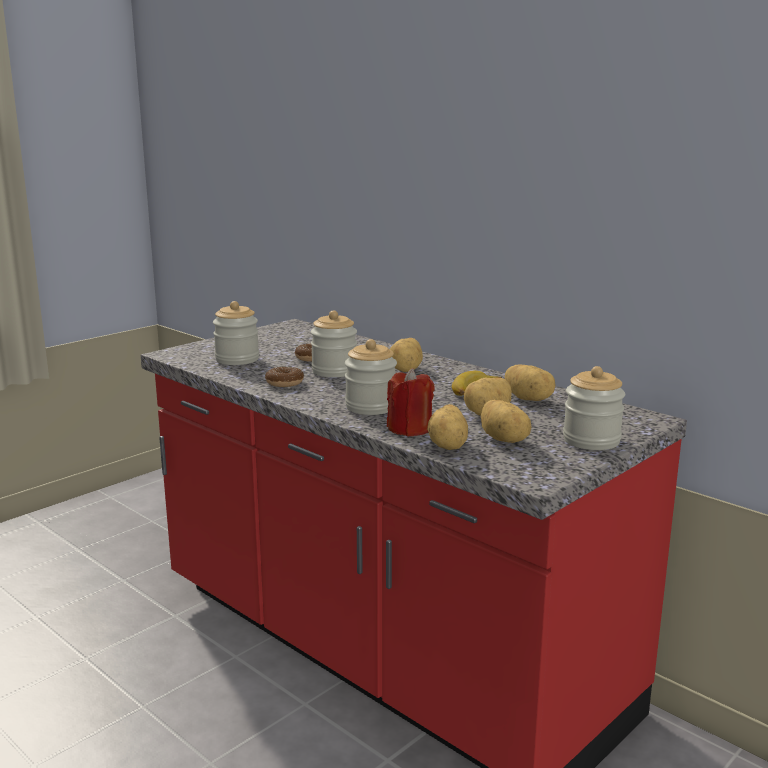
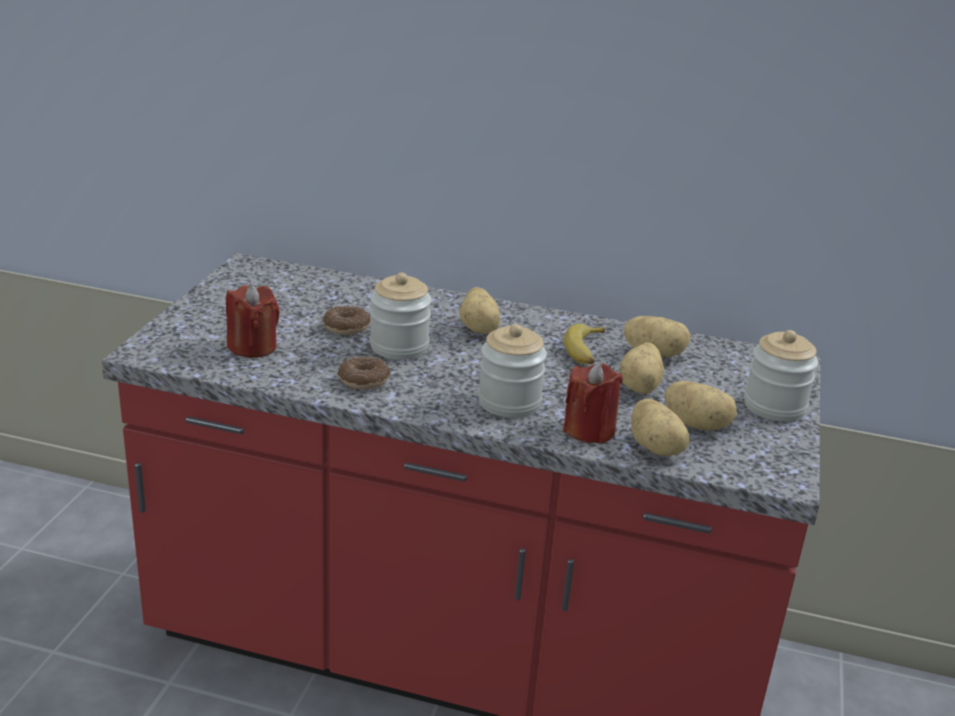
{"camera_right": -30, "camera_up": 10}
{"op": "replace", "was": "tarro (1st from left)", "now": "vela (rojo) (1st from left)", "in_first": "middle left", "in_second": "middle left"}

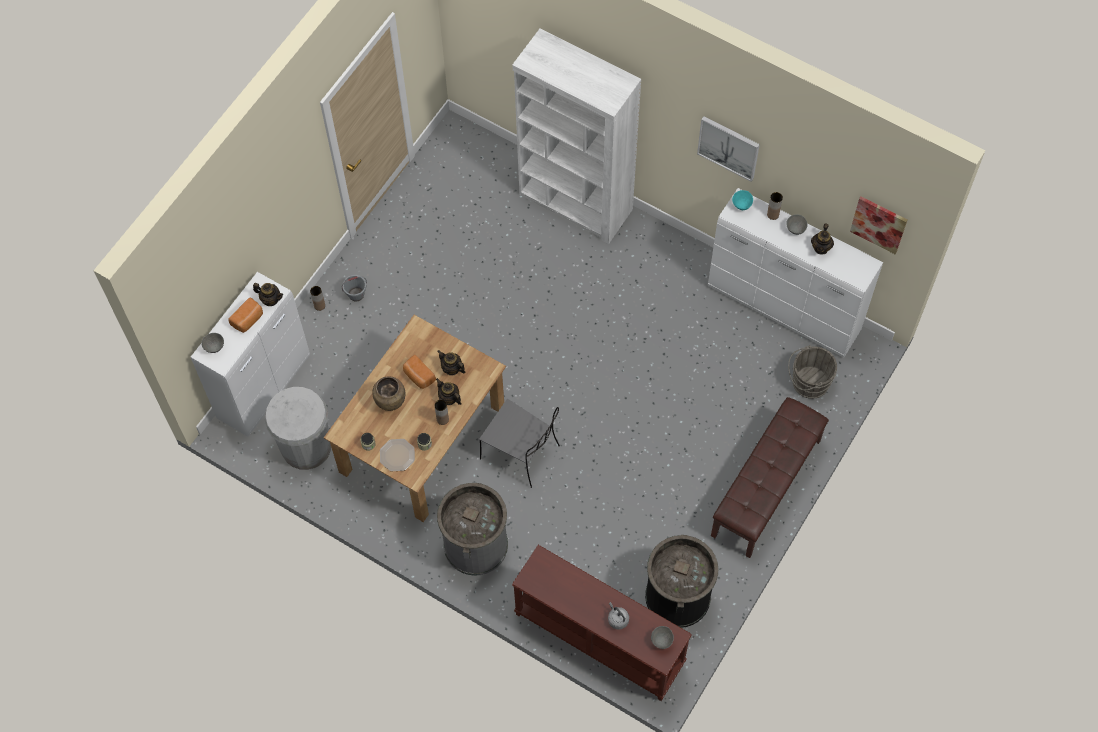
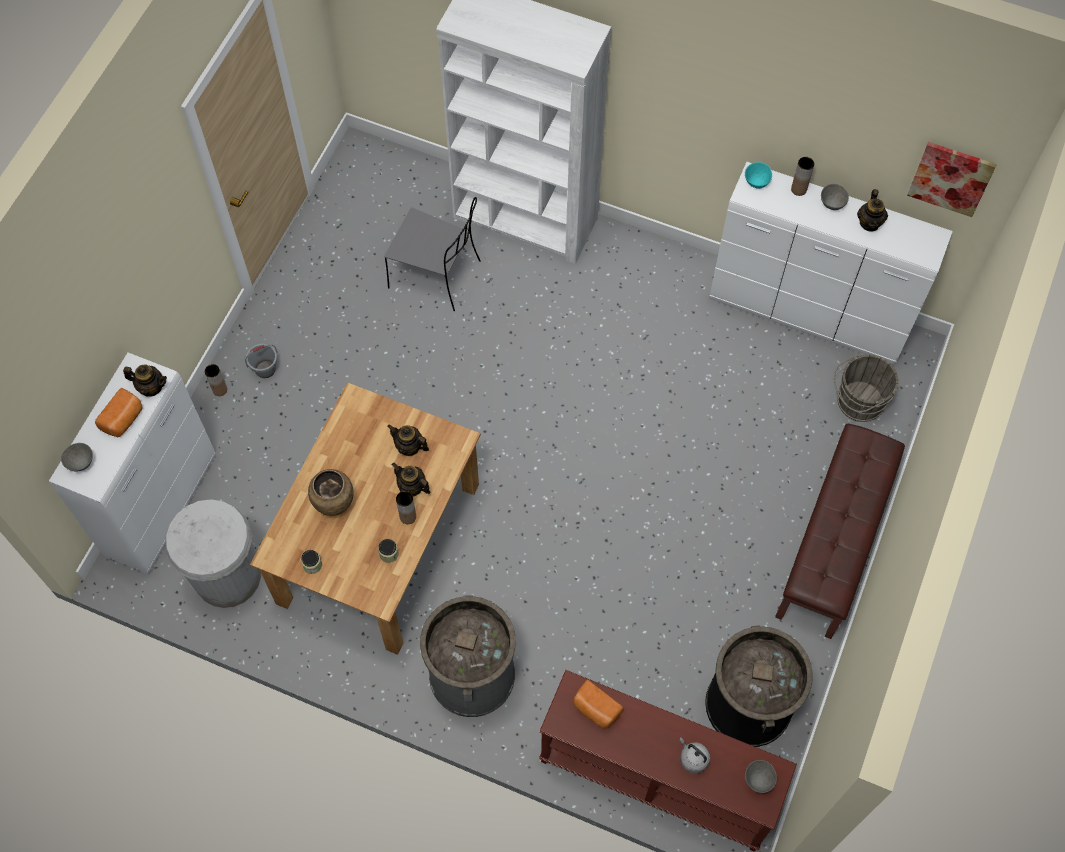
{"camera_right": -10, "camera_up": 0}
{"op": "delete", "was": "cuadro (1st from left)", "in_first": "top centre"}
{"op": "move", "was": "pan (2nd from left)", "in_first": "centre", "in_second": "bottom centre"}
{"op": "move", "was": "silla (gris)", "in_first": "centre", "in_second": "top centre"}
{"op": "delete", "was": "plato", "in_first": "centre"}

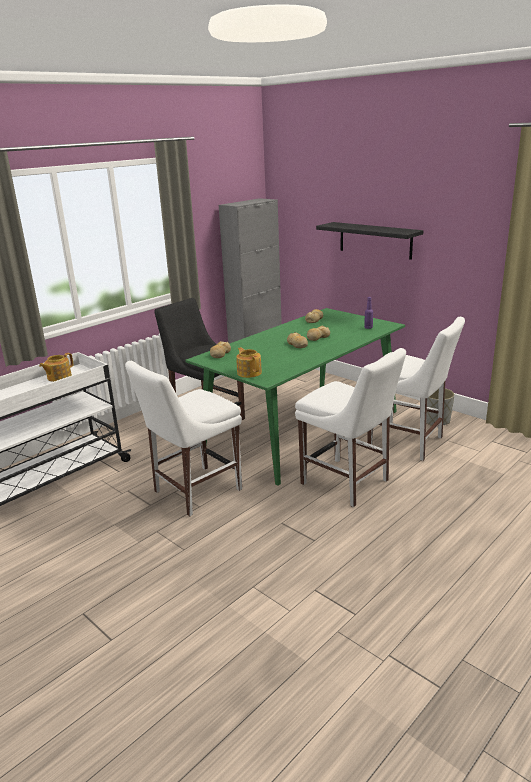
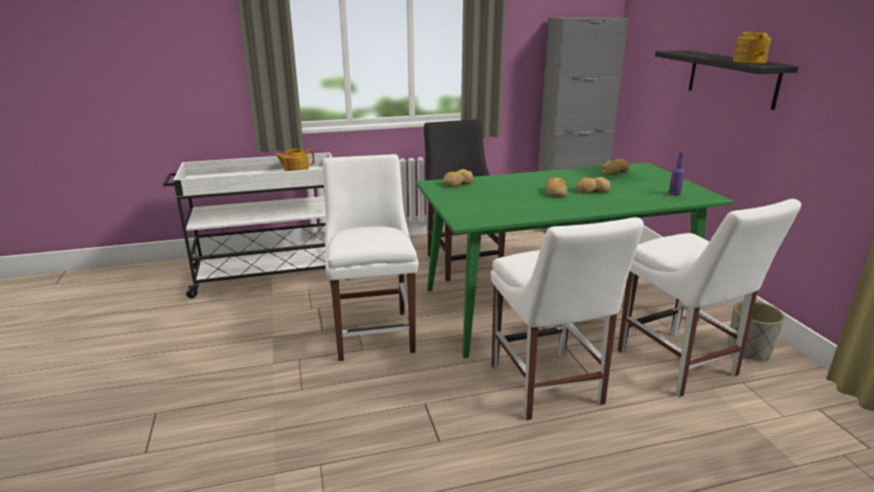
{"camera_right": 30, "camera_up": 0}
{"op": "move", "was": "tetera (2nd from left)", "in_first": "centre", "in_second": "top right"}
{"op": "rotate", "was": "silla (blanco) (1st from left)", "in_first": "centre", "in_second": "centre", "clockwise": 90}

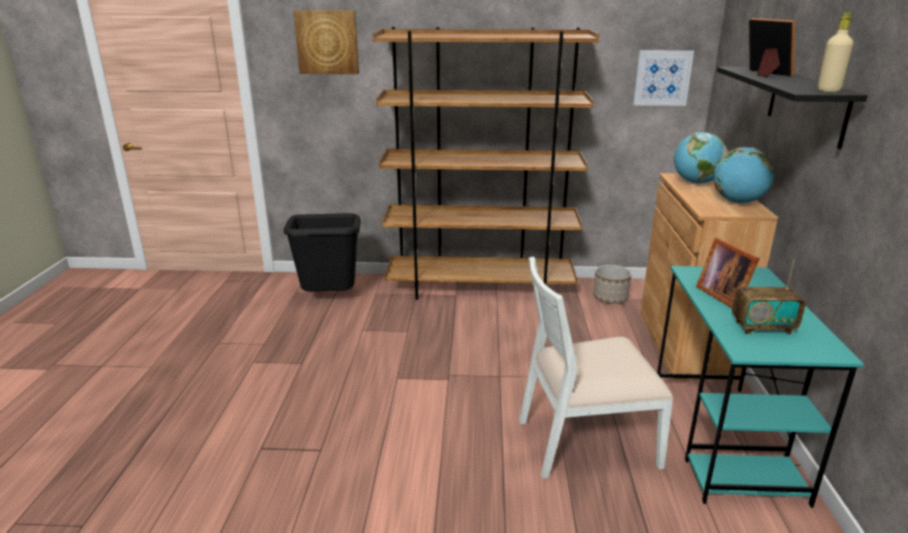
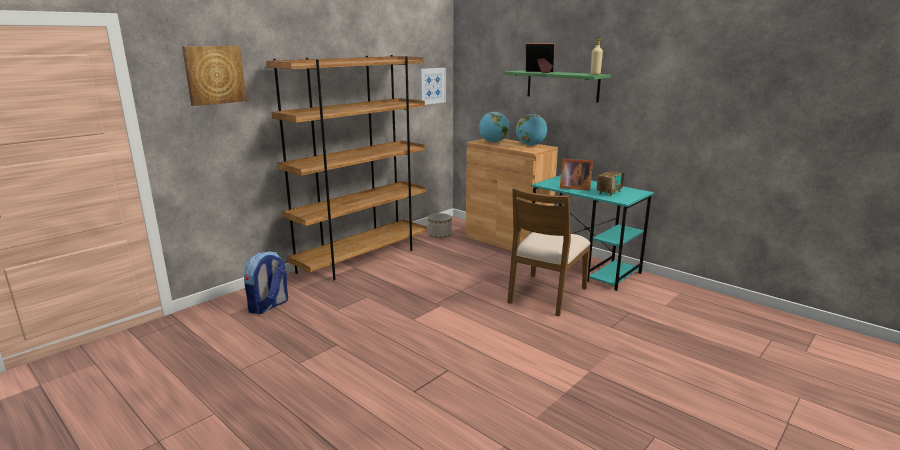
{"camera_right": -50, "camera_up": -5}
{"op": "recolor", "was": "estante (negro)", "now": "estante (verde)", "in_first": "top right", "in_second": "top centre"}
{"op": "replace", "was": "papelera (negro)", "now": "mochila", "in_first": "centre", "in_second": "middle left"}
{"op": "recolor", "was": "silla (blanco)", "now": "silla (marrón)", "in_first": "bottom centre", "in_second": "centre"}

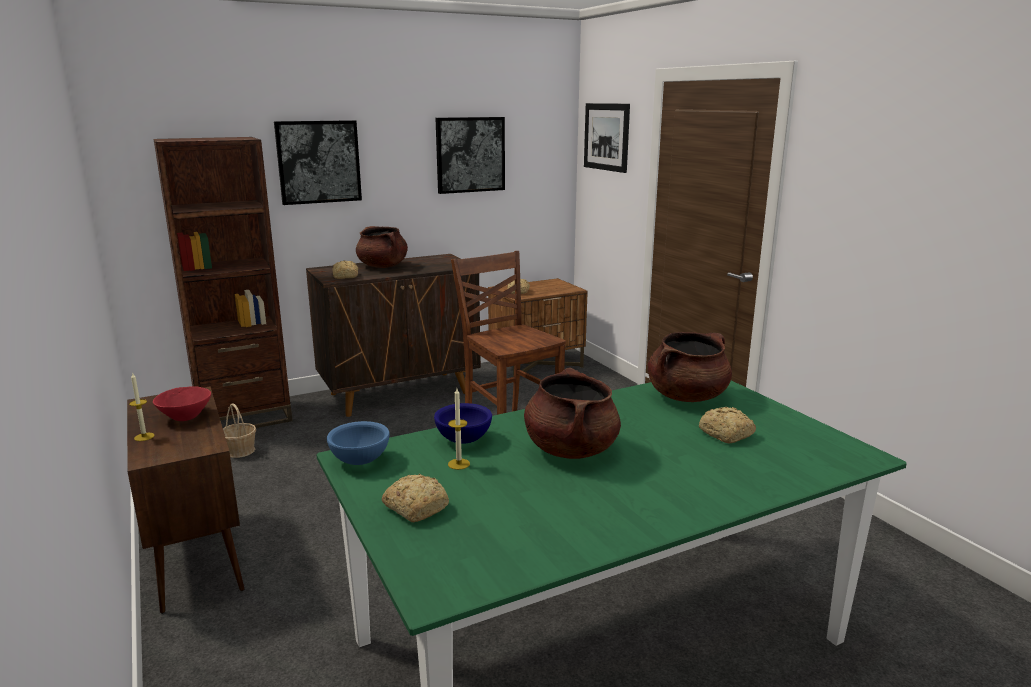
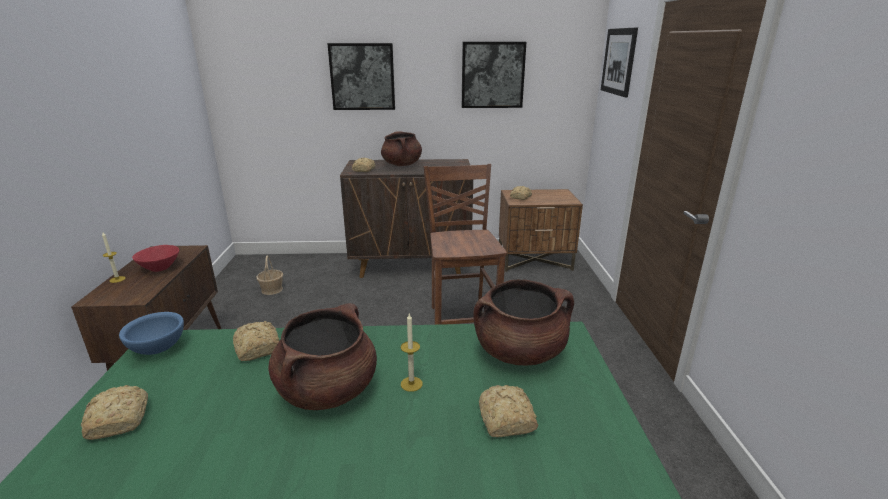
{"camera_right": 25, "camera_up": 5}
{"op": "delete", "was": "estantería (marrón)", "in_first": "middle left"}
{"op": "move", "was": "vela (2nd from left)", "in_first": "centre", "in_second": "bottom centre"}
{"op": "replace", "was": "cuenco (azul) (2nd from left)", "now": "pan (2nd from left)", "in_first": "centre", "in_second": "bottom left"}

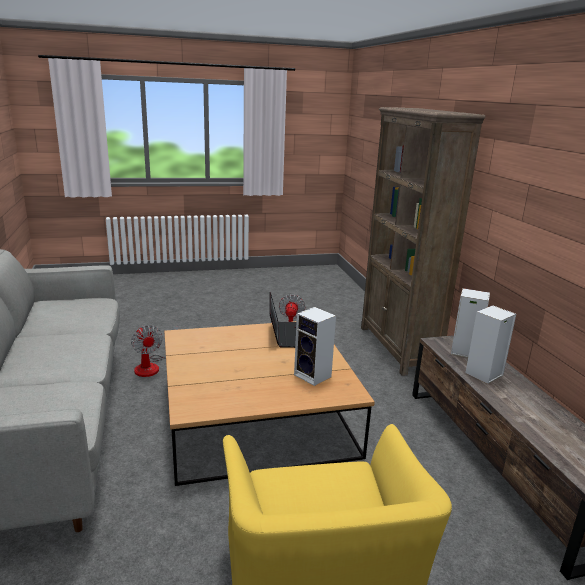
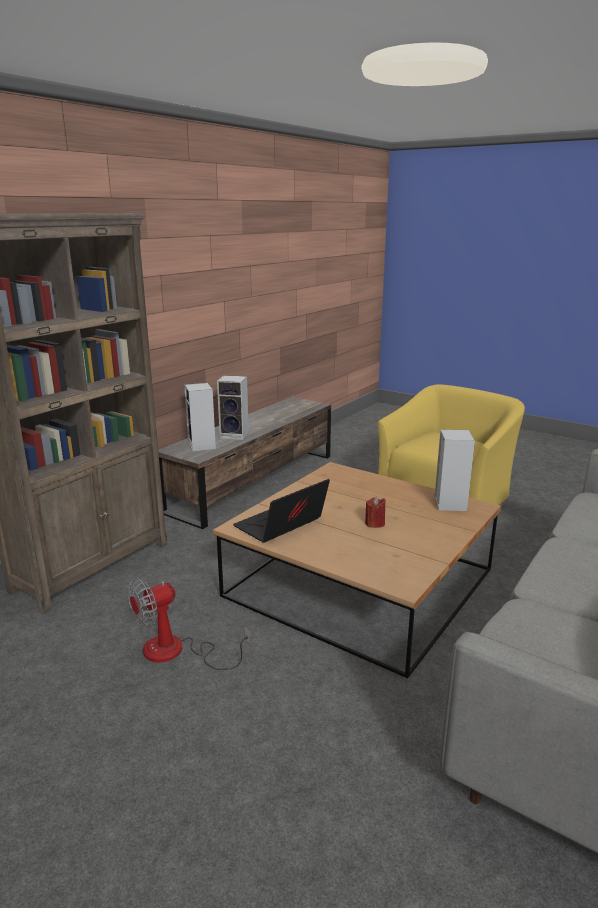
{"camera_right": -130, "camera_up": 0}
{"op": "move", "was": "altavoz (1st from left in the first image)", "now": "altavoz (3rd from left)", "in_first": "centre", "in_second": "middle right"}
{"op": "delete", "was": "ventilador (1st from left)", "in_first": "middle left"}
{"op": "insert", "now": "vela (rojo)", "in_second": "centre"}

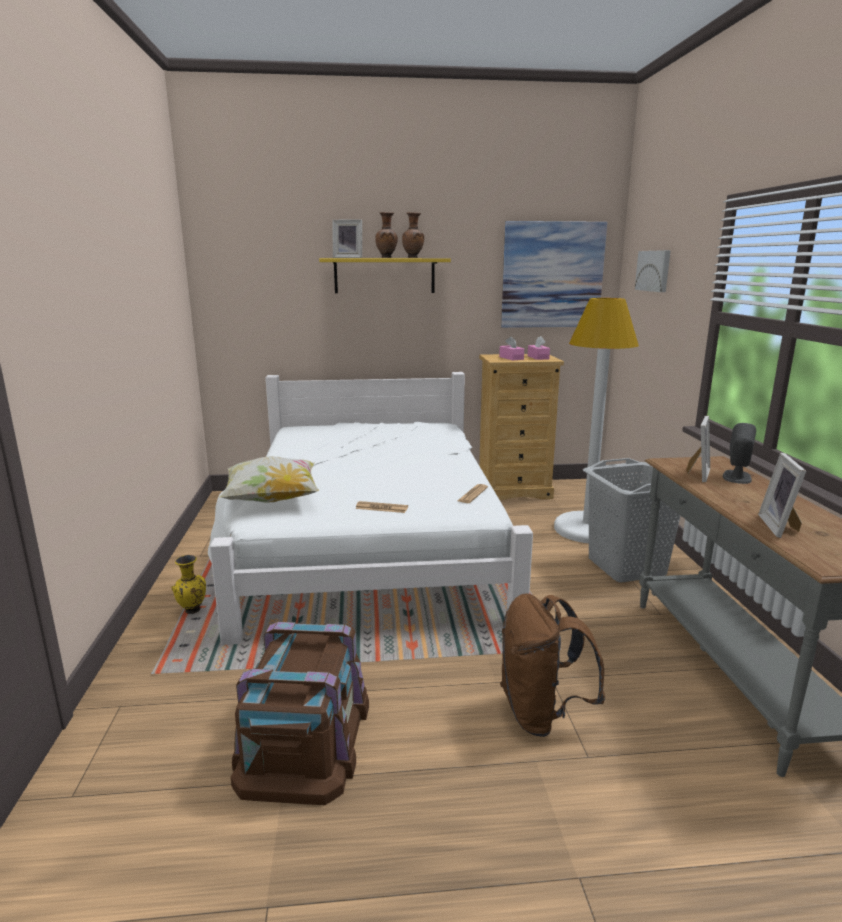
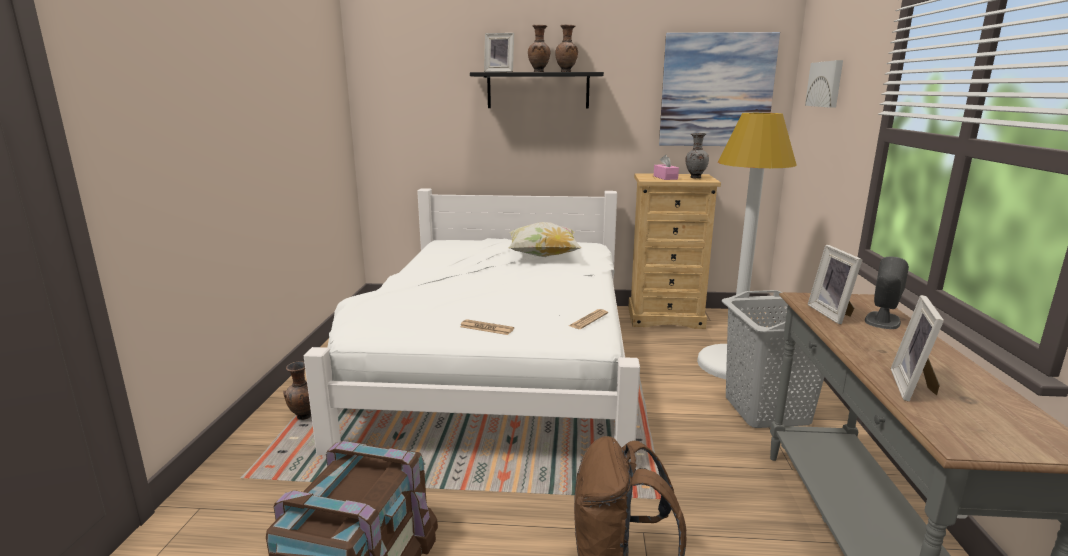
{"camera_right": 10, "camera_up": 0}
{"op": "recolor", "was": "estante (amarillo)", "now": "estante (negro)", "in_first": "top centre", "in_second": "top centre"}
{"op": "replace", "was": "caja de pañuelos (rosa) (2nd from left)", "now": "florero (gris)", "in_first": "centre", "in_second": "top centre"}
{"op": "rotate", "was": "portarretratos (2nd from left)", "in_first": "middle right", "in_second": "middle right", "clockwise": 135}
{"op": "move", "was": "cojín", "in_first": "middle left", "in_second": "centre"}
{"op": "recolor", "was": "florero (amarillo)", "now": "florero (marrón) (1st from left)", "in_first": "middle left", "in_second": "bottom left"}

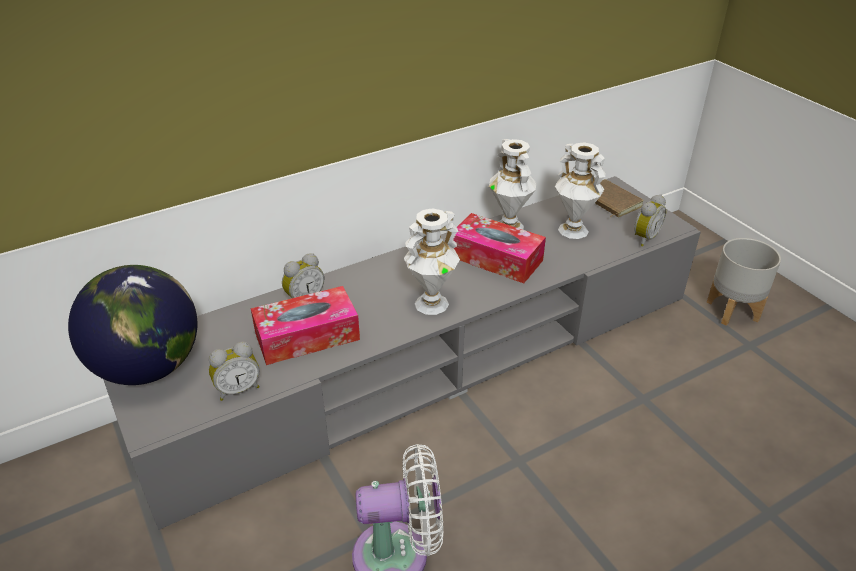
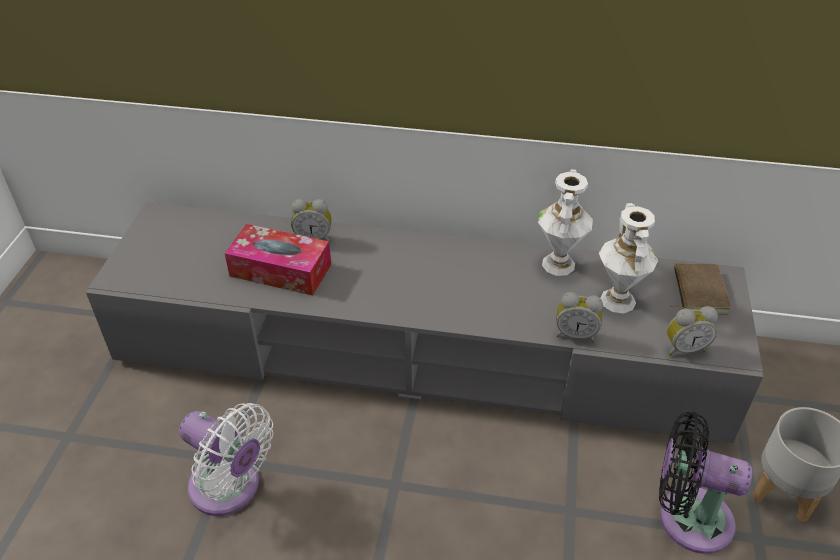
{"camera_right": 40, "camera_up": 5}
{"op": "delete", "was": "florero (blanco) (1st from left)", "in_first": "centre"}
{"op": "delete", "was": "caja de pañuelos (2nd from left)", "in_first": "centre"}
{"op": "delete", "was": "globo terráqueo", "in_first": "middle left"}
{"op": "move", "was": "despertador (1st from left in the first image)", "now": "despertador (2nd from left)", "in_first": "middle left", "in_second": "middle right"}
{"op": "insert", "now": "ventilador (negro)", "in_second": "bottom right"}

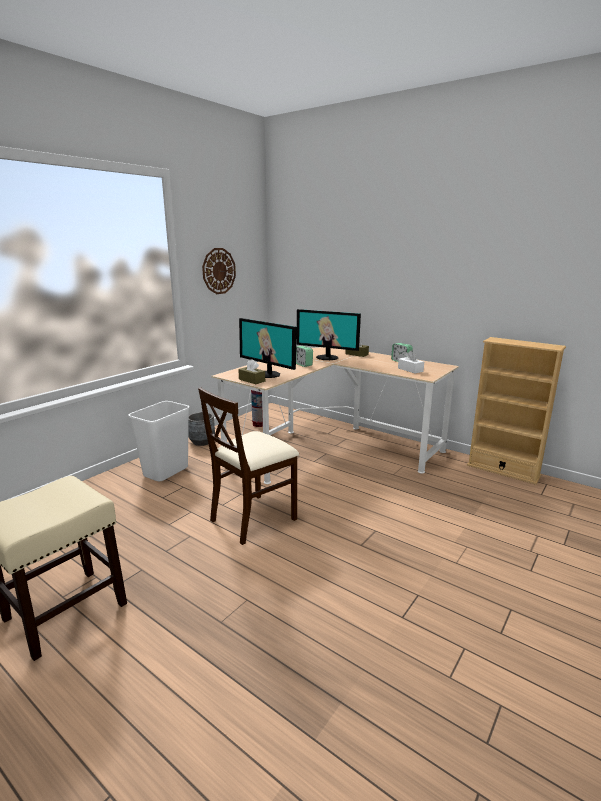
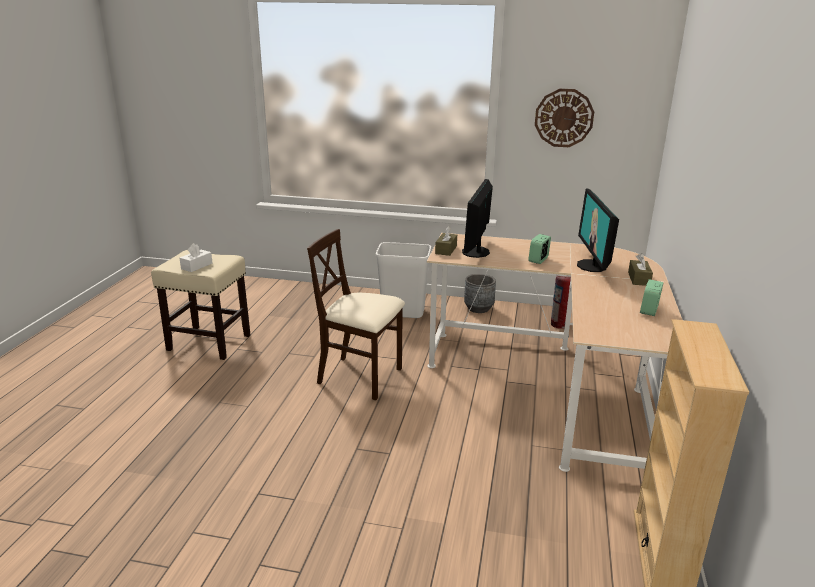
{"camera_right": 65, "camera_up": 5}
{"op": "move", "was": "caja de pañuelos (blanco)", "in_first": "middle right", "in_second": "middle left"}

